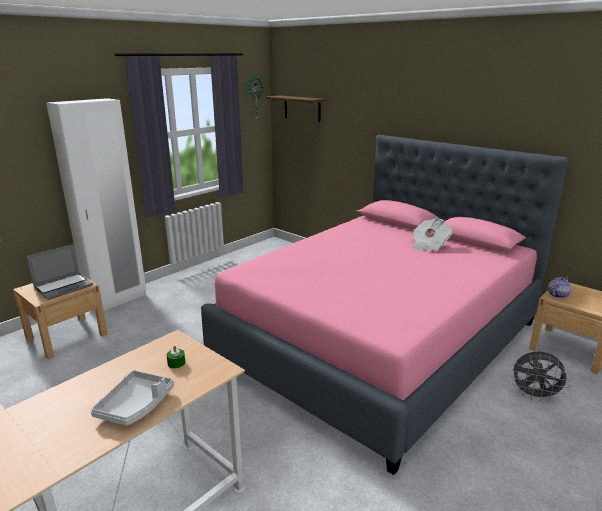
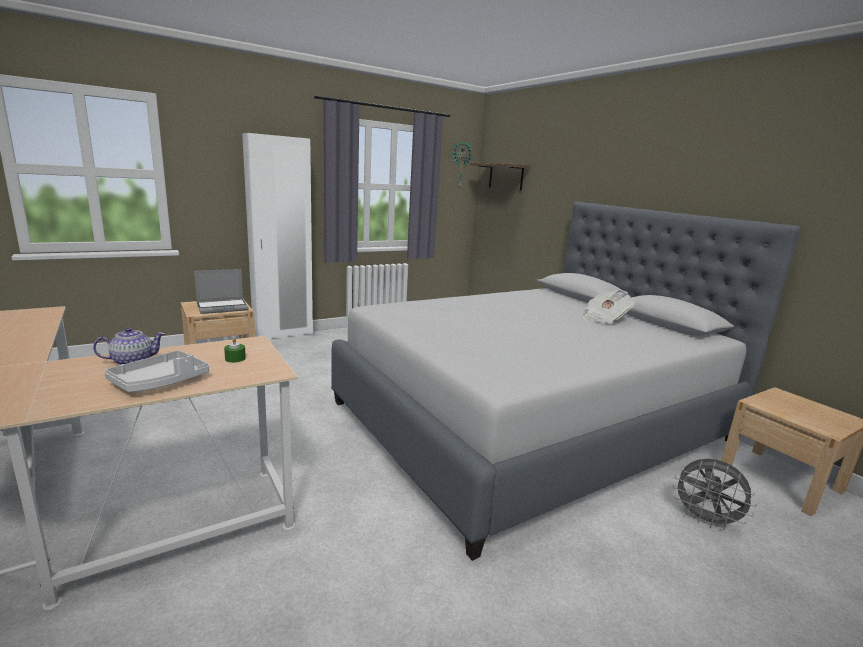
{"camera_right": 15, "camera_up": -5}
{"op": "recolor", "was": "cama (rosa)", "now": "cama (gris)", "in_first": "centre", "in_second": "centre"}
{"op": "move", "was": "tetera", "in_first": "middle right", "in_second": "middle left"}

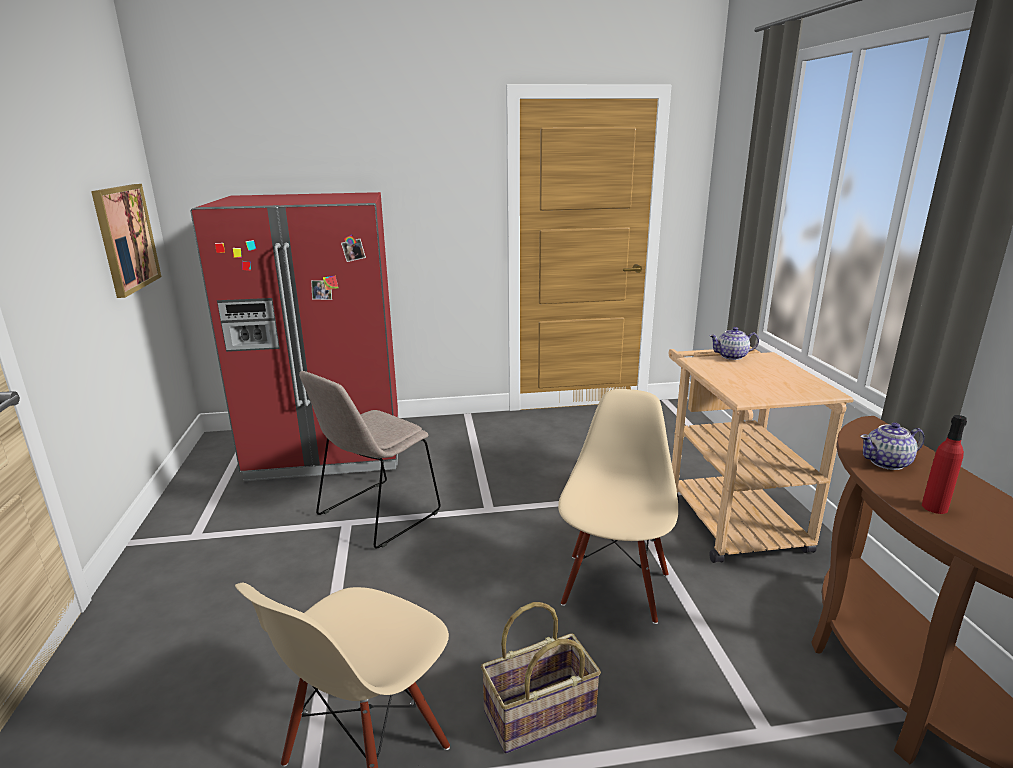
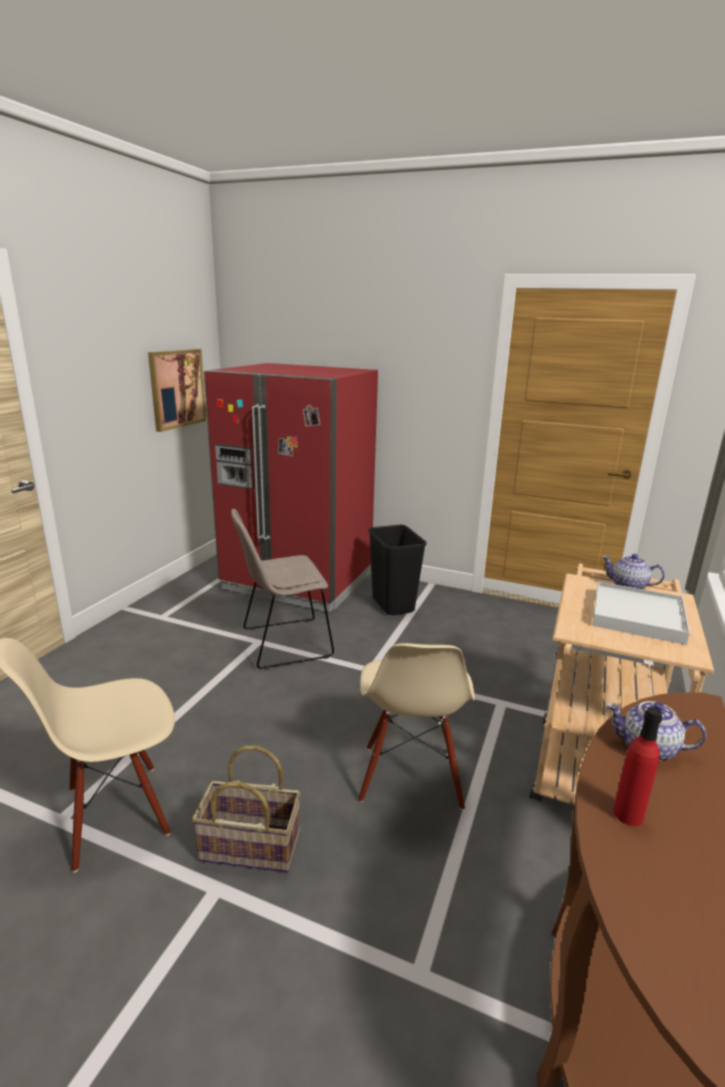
{"camera_right": 30, "camera_up": 0}
{"op": "rotate", "was": "silla (beis) (3rd from left)", "in_first": "centre", "in_second": "bottom centre", "clockwise": 135}
{"op": "insert", "now": "papelera (negro)", "in_second": "centre"}
{"op": "insert", "now": "bandeja (blanco)", "in_second": "middle right"}

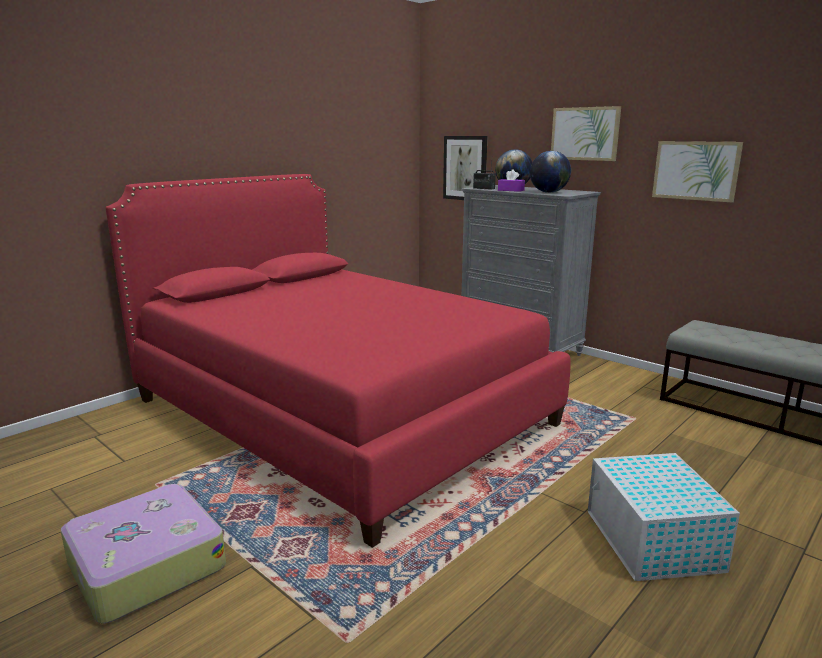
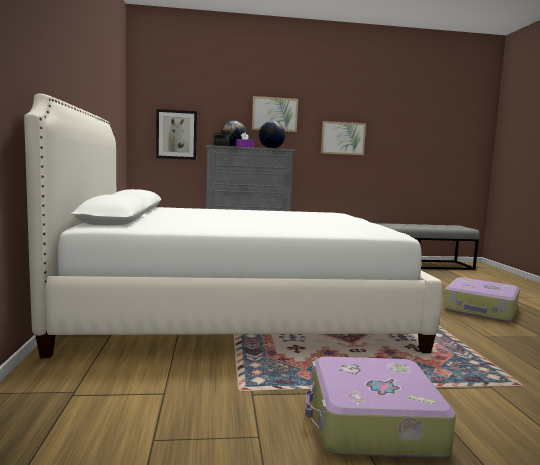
{"camera_right": -50, "camera_up": -10}
{"op": "recolor", "was": "cama (rojo)", "now": "cama (blanco)", "in_first": "centre", "in_second": "centre"}
{"op": "replace", "was": "caja de almacenaje (blanco)", "now": "maleta (2nd from left)", "in_first": "bottom right", "in_second": "middle right"}

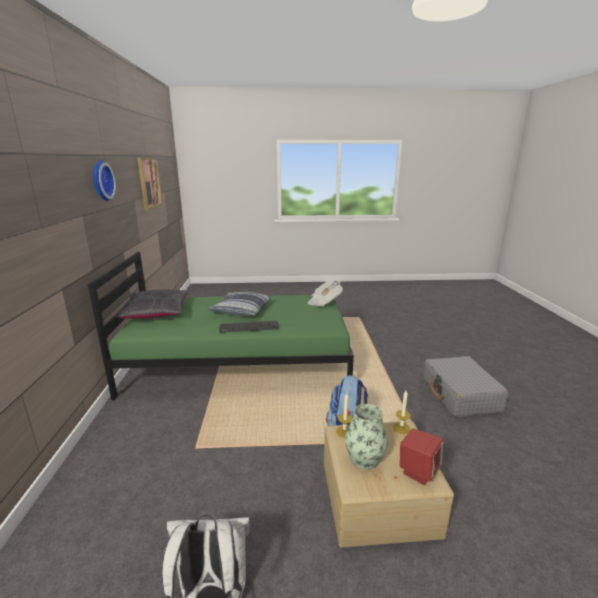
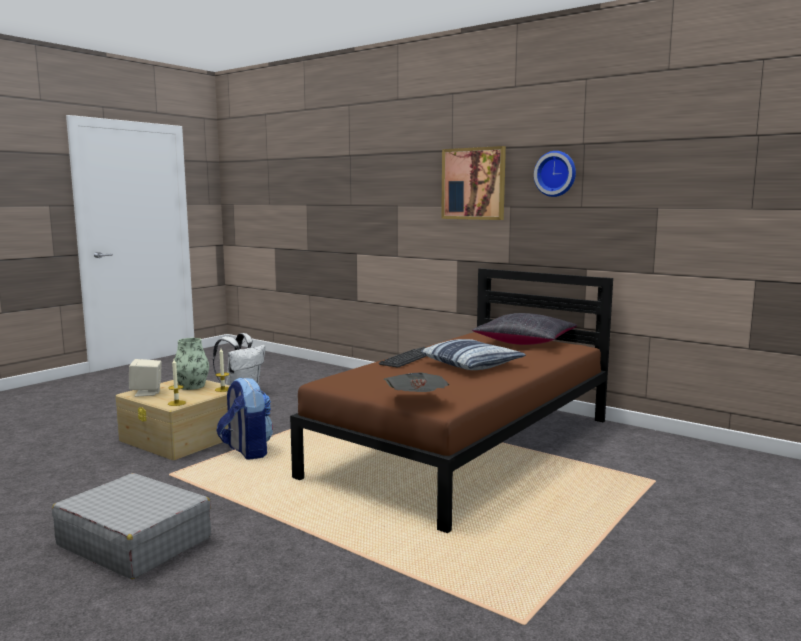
{"camera_right": 130, "camera_up": -10}
{"op": "move", "was": "cuadro", "in_first": "top left", "in_second": "top centre"}
{"op": "recolor", "was": "cama (verde)", "now": "cama (marrón)", "in_first": "centre", "in_second": "centre"}
{"op": "recolor", "was": "altavoz (rojo)", "now": "altavoz (beis)", "in_first": "bottom right", "in_second": "middle left"}

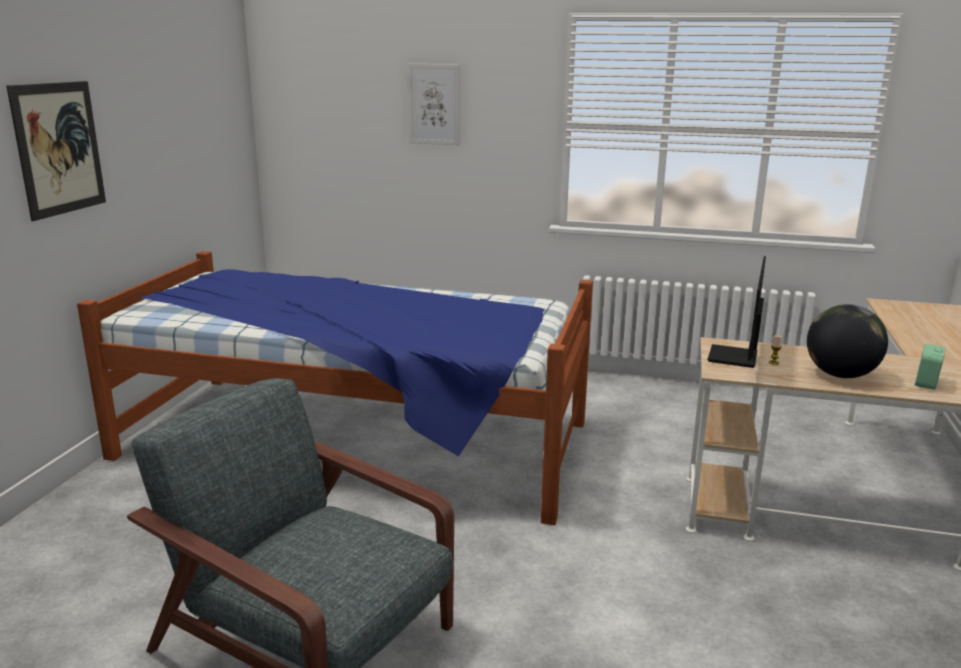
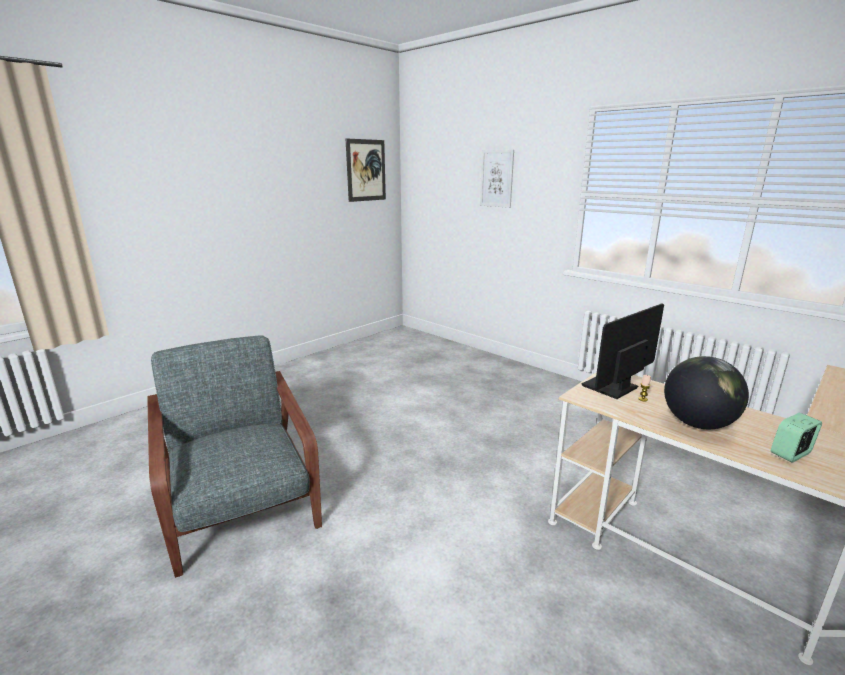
{"camera_right": 30, "camera_up": 0}
{"op": "move", "was": "cuadro (1st from left)", "in_first": "top left", "in_second": "top centre"}
{"op": "delete", "was": "cama", "in_first": "centre"}

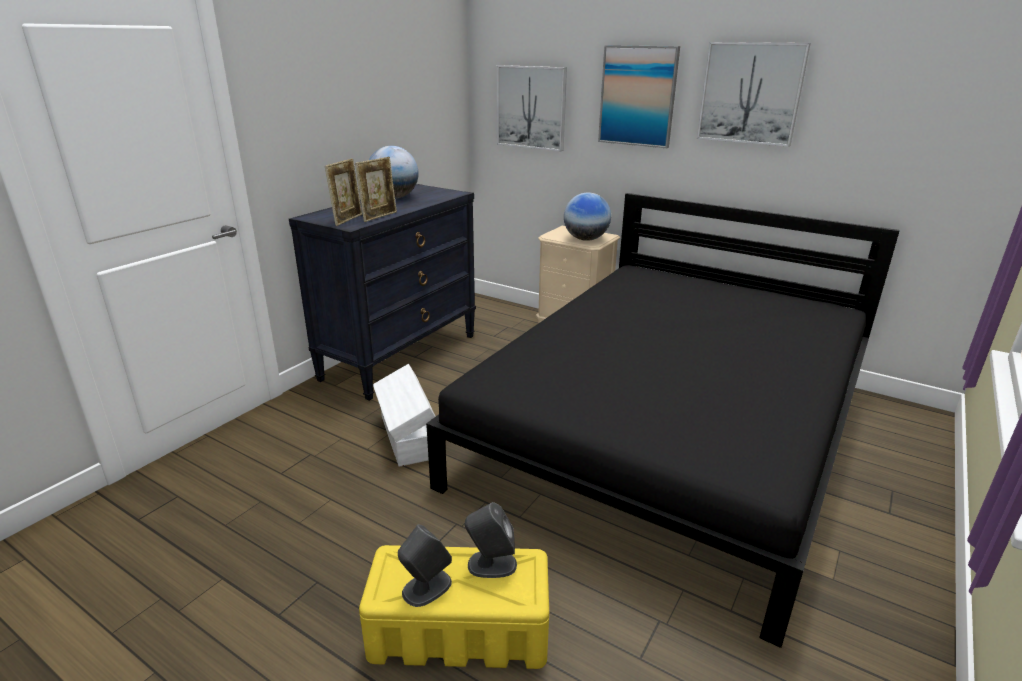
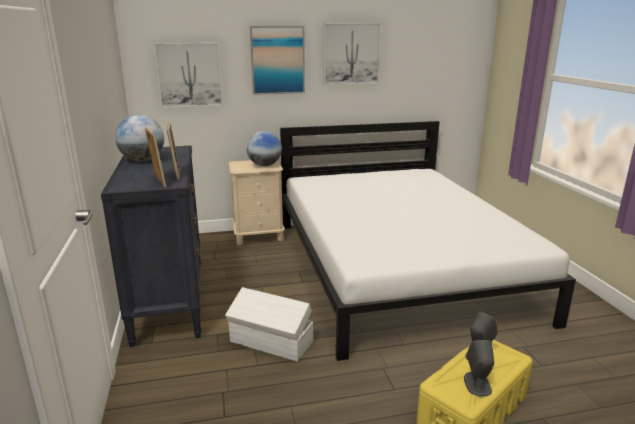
{"camera_right": -45, "camera_up": -5}
{"op": "recolor", "was": "cama (negro)", "now": "cama (blanco)", "in_first": "centre", "in_second": "middle right"}

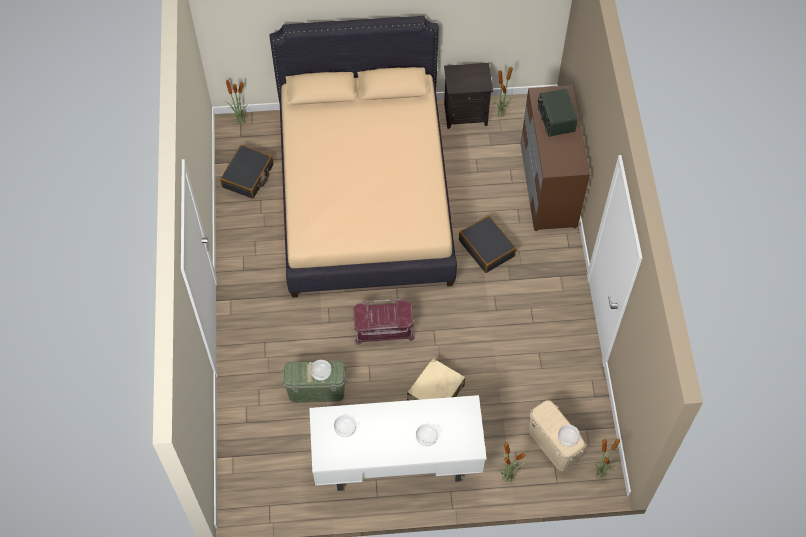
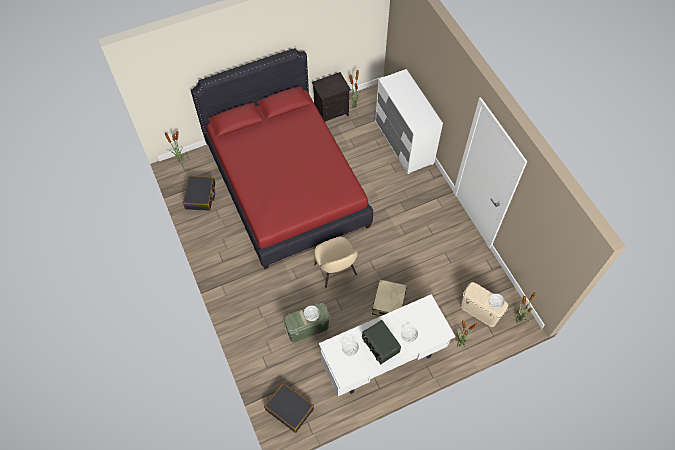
{"camera_right": -20, "camera_up": 0}
{"op": "recolor", "was": "cama (beis)", "now": "cama (rojo)", "in_first": "top centre", "in_second": "centre"}
{"op": "recolor", "was": "cómoda (marrón)", "now": "cómoda (blanco)", "in_first": "top right", "in_second": "top centre"}
{"op": "move", "was": "radio", "in_first": "top right", "in_second": "bottom centre"}
{"op": "move", "was": "maleta (negro) (2nd from left)", "in_first": "centre", "in_second": "bottom centre"}
{"op": "replace", "was": "caja de almacenaje (rojo)", "now": "silla (beis)", "in_first": "centre", "in_second": "centre"}

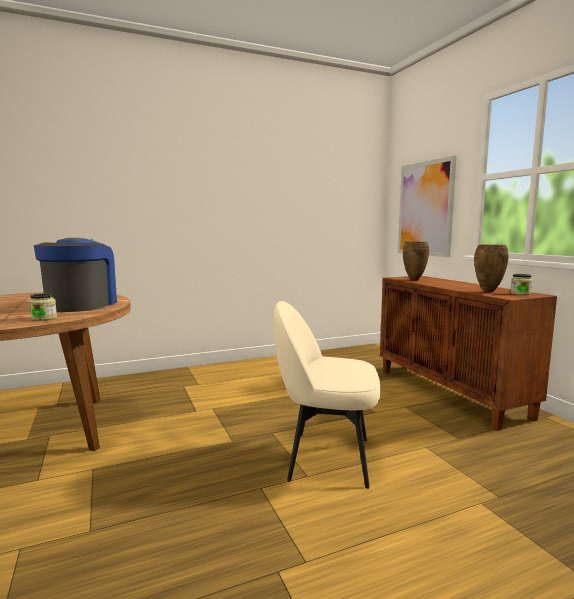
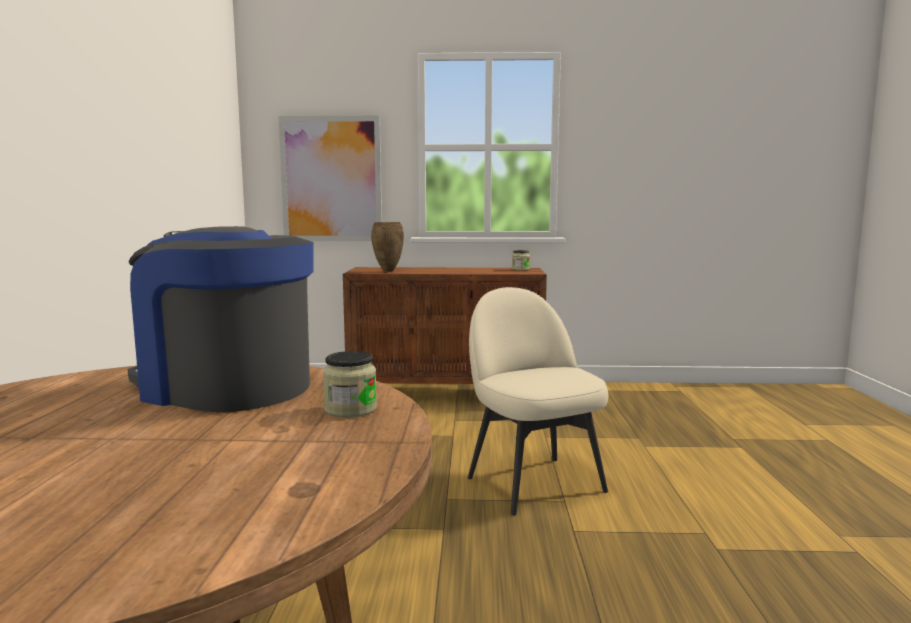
{"camera_right": -65, "camera_up": 0}
{"op": "delete", "was": "florero (marrón) (2nd from left)", "in_first": "middle right"}
{"op": "rotate", "was": "silla (beis)", "in_first": "centre", "in_second": "centre", "clockwise": 120}

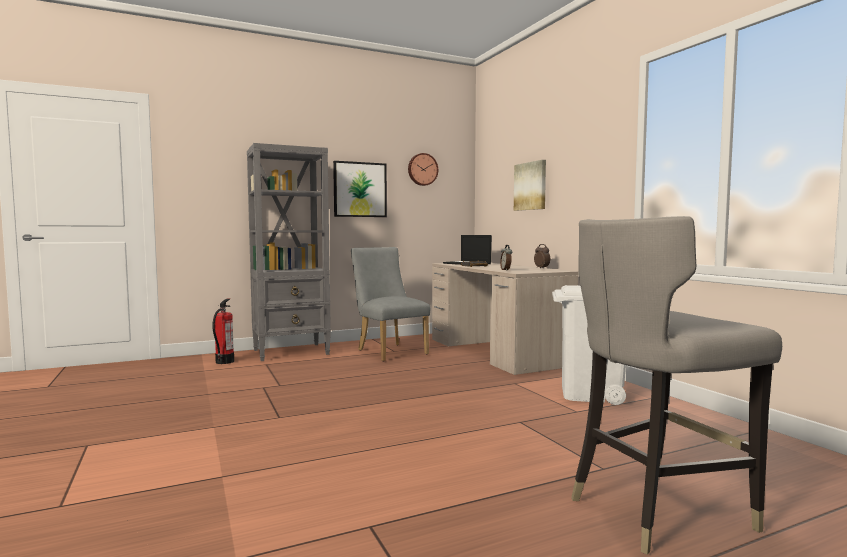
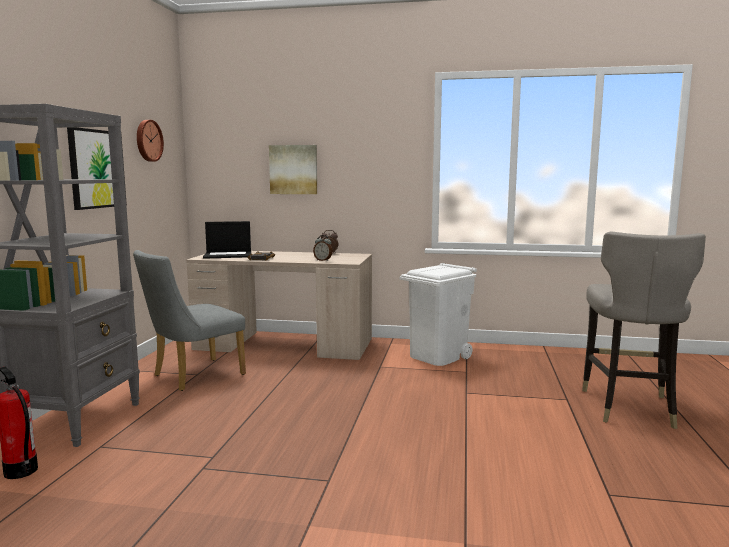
{"camera_right": -55, "camera_up": 5}
{"op": "rotate", "was": "silla (gris)", "in_first": "centre", "in_second": "middle left", "clockwise": -45}

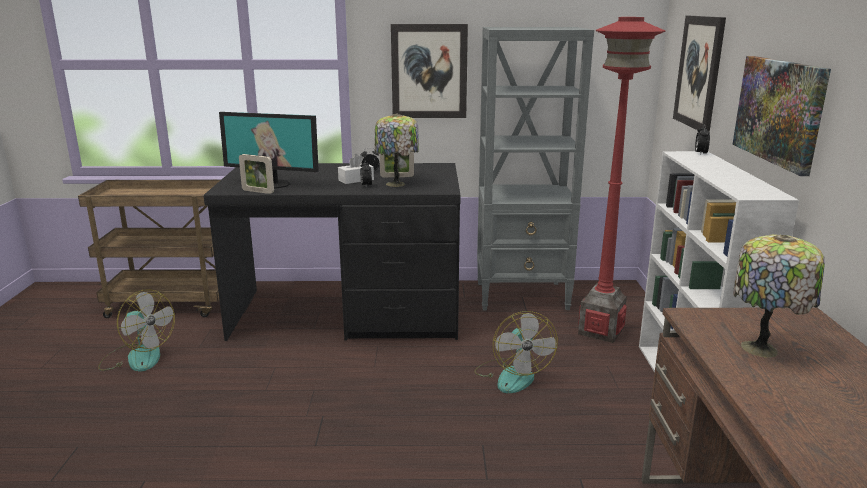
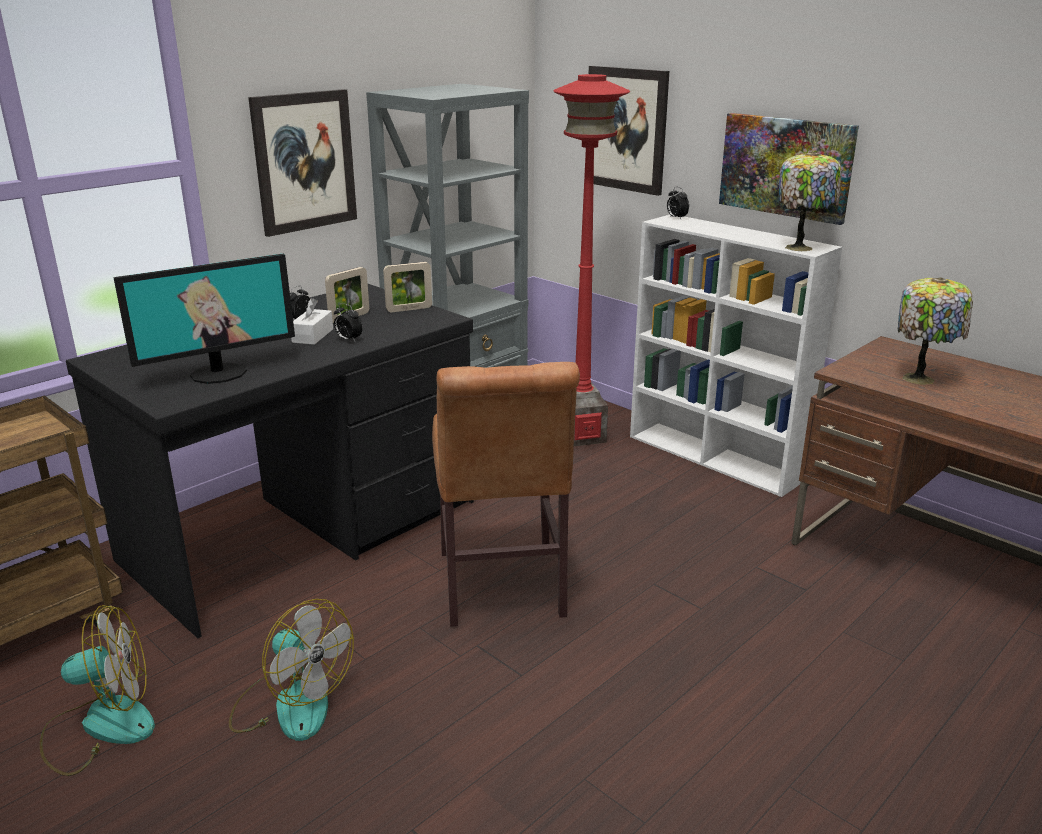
{"camera_right": -45, "camera_up": 5}
{"op": "move", "was": "lámpara de mesa (1st from left)", "in_first": "top centre", "in_second": "top right"}
{"op": "move", "was": "portarretratos (1st from left in the first image)", "now": "portarretratos (2nd from left)", "in_first": "middle left", "in_second": "centre"}
{"op": "move", "was": "ventilador (2nd from left)", "in_first": "bottom centre", "in_second": "bottom left"}
{"op": "insert", "now": "silla (marrón)", "in_second": "centre"}

